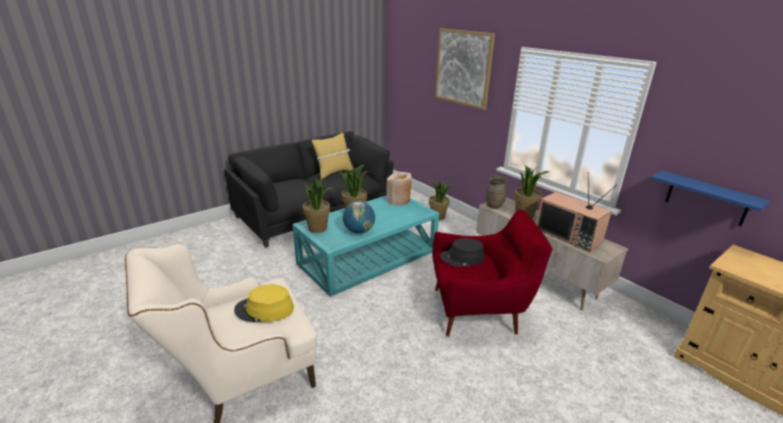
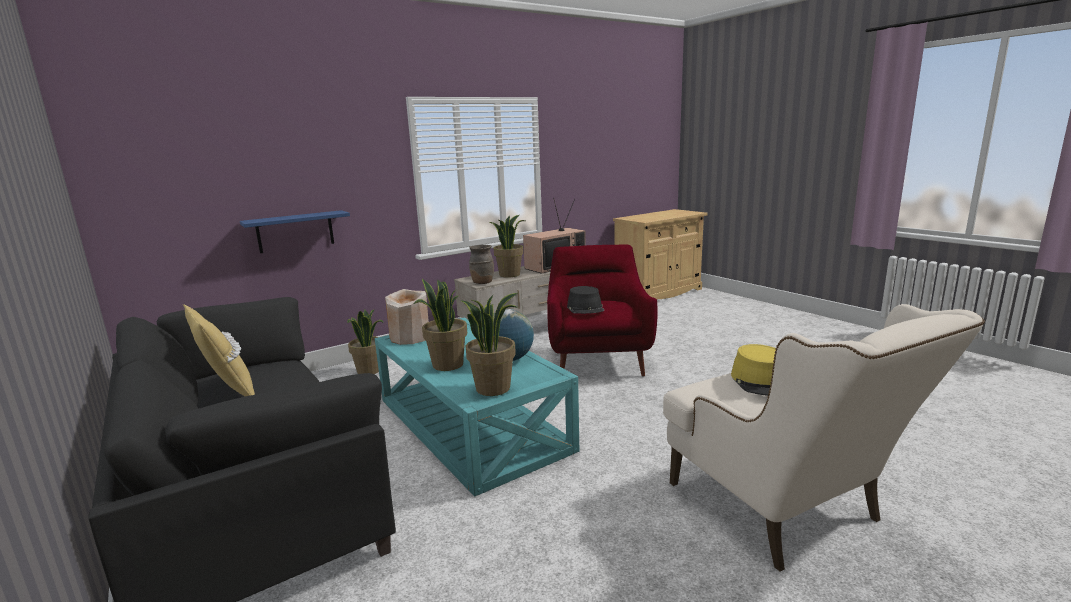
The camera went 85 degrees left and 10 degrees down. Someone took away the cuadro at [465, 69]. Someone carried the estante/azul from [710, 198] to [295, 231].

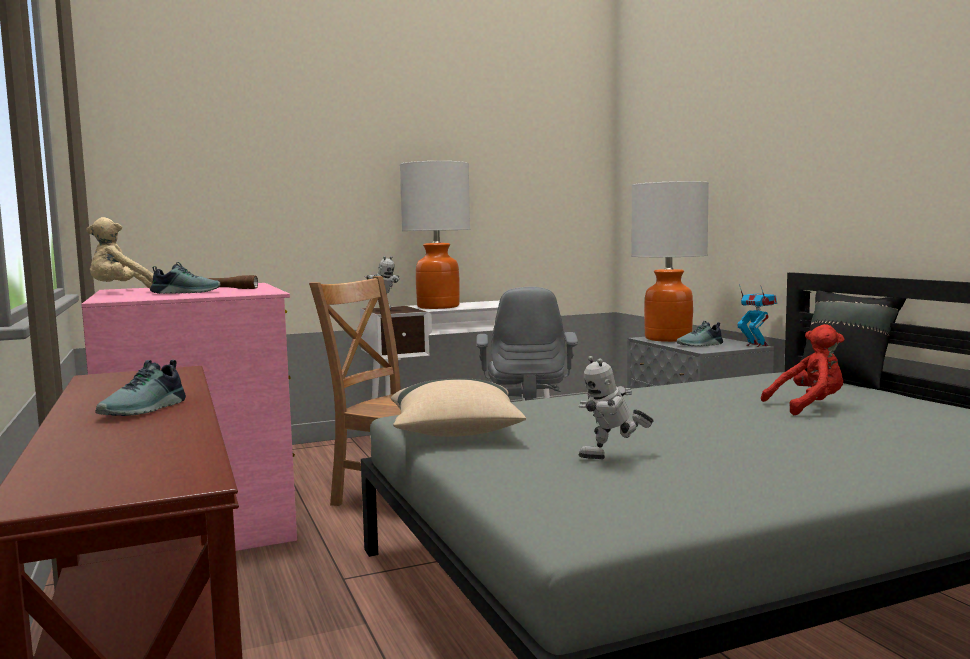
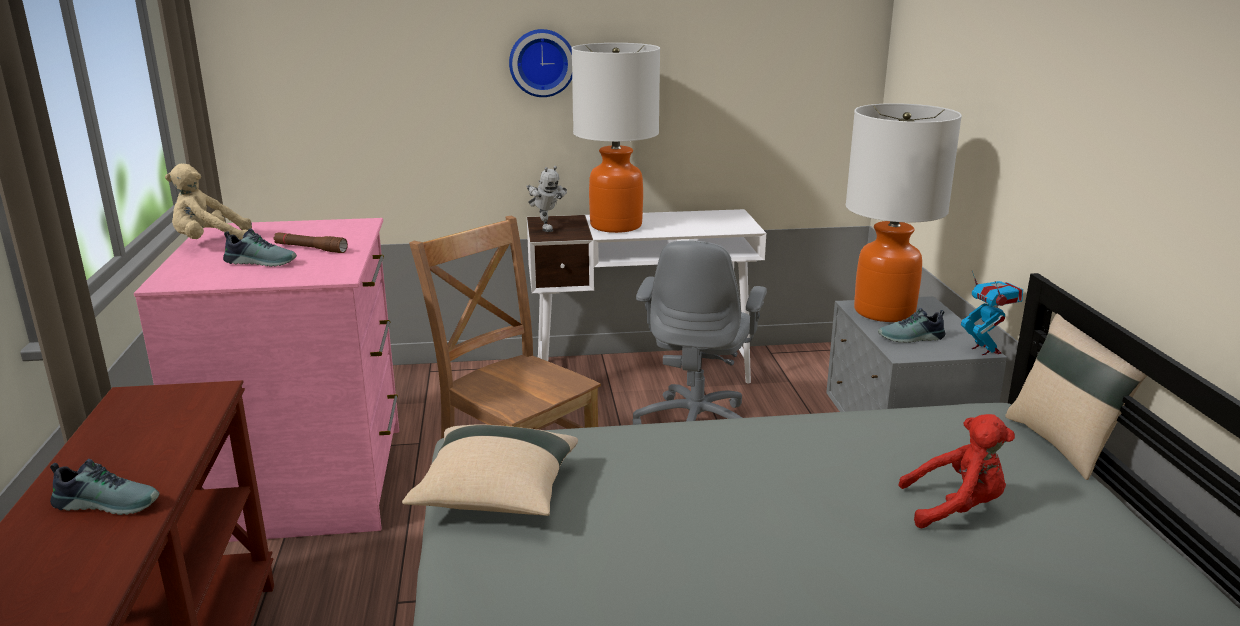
The camera went 15 degrees right and 15 degrees up. Someone rotated the zapato at [140, 388] by 120 degrees counterclockwise. Someone took away the robot de juguete at [616, 407]. Someone repainted the cojín/negro at [853, 340], which became the cojín/beis at [1076, 397]. Someone put up the reloj de pared at [540, 63].

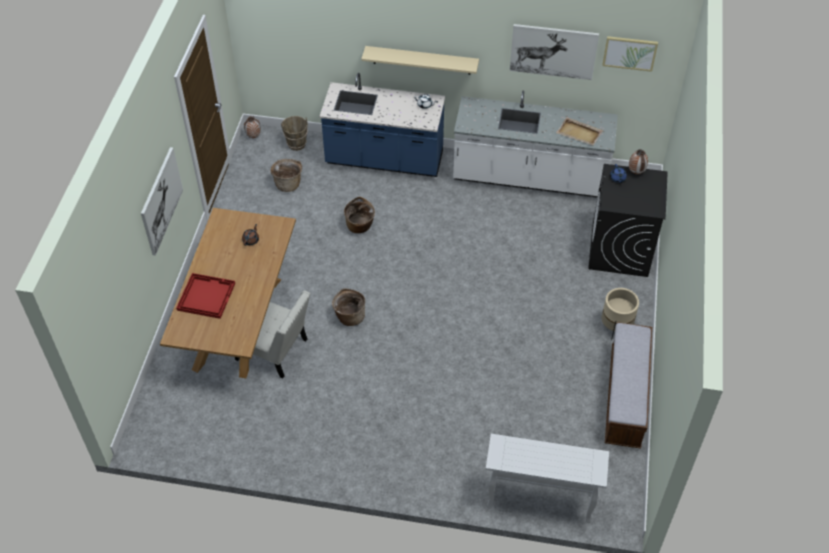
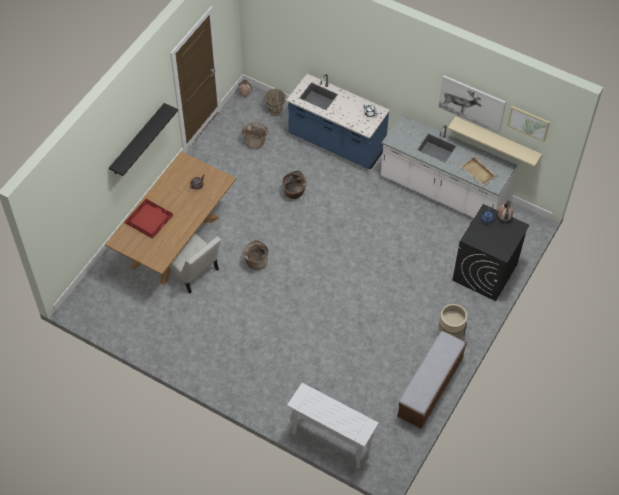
The camera went 20 degrees right and 5 degrees up. Someone swapped the cuadro at [162, 201] for the estante/negro at [143, 139]. Someone carried the estante/beis from [420, 60] to [495, 141].

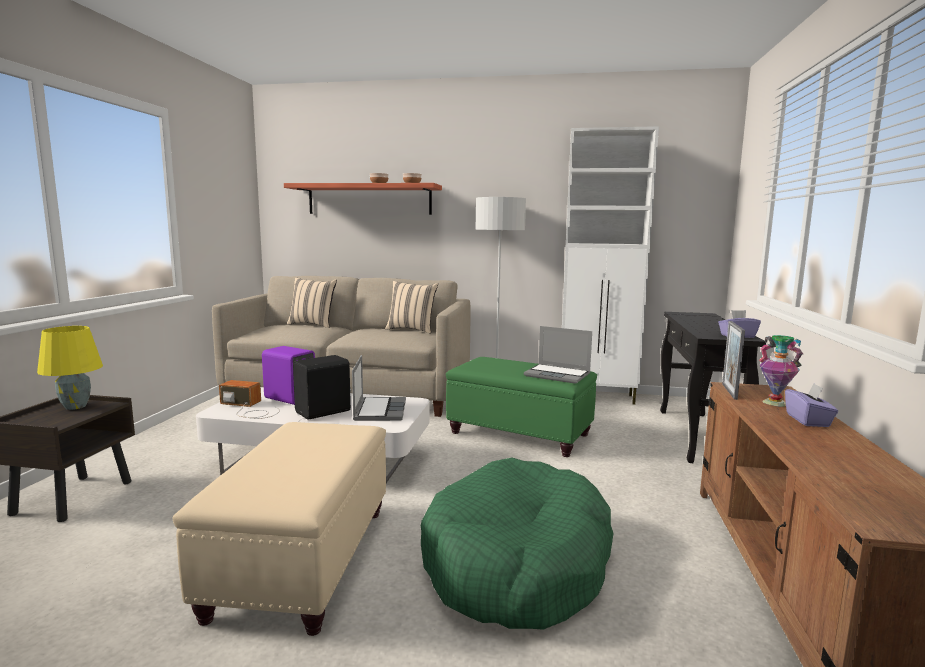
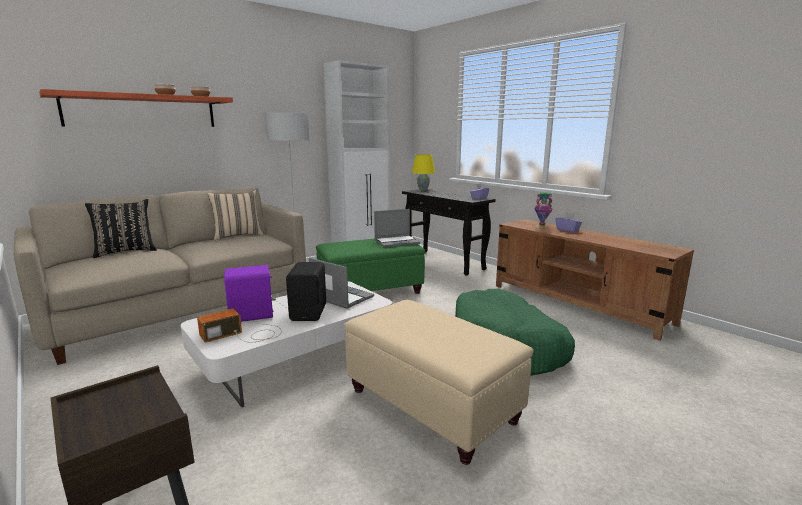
The camera went 50 degrees left and 5 degrees up. Someone carried the lámpara de mesa/amarillo from [70, 368] to [423, 172]. Someone repainted the cojín/beis at [312, 303], which became the cojín/negro at [121, 228]. Someone took away the portarretratos at [733, 360].

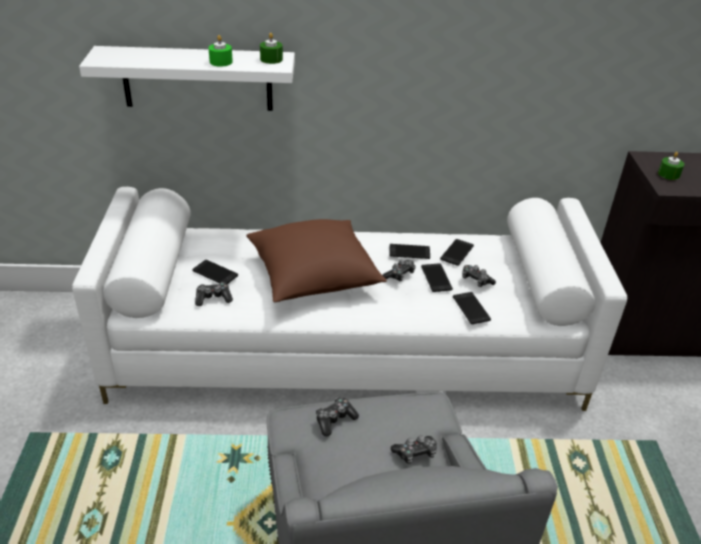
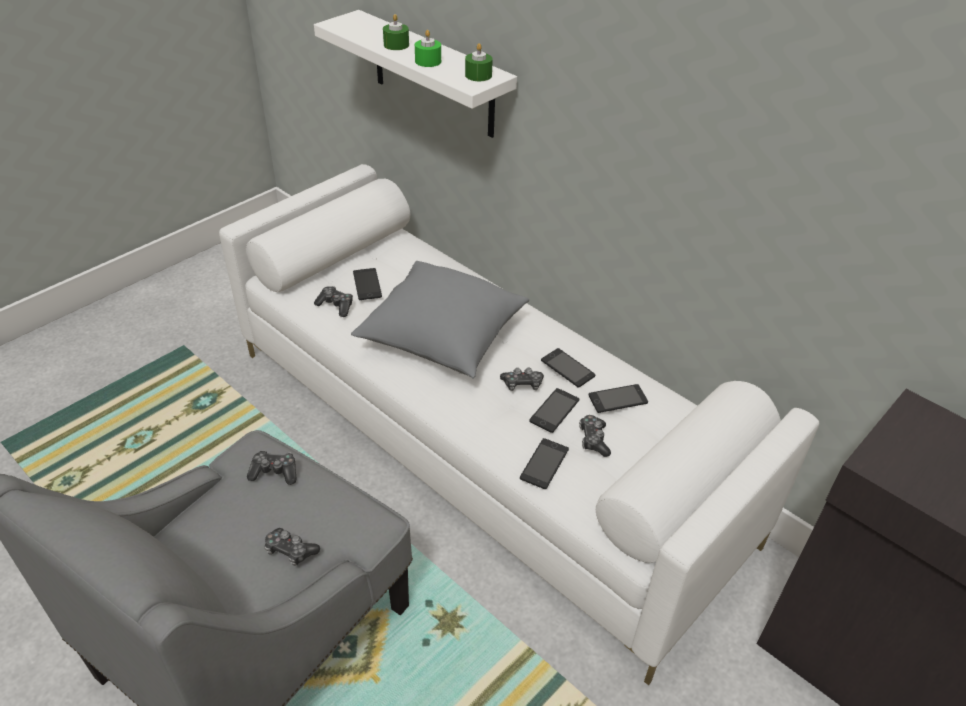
The camera went 45 degrees right and 5 degrees up. Someone repainted the cojín/marrón at [316, 260], which became the cojín/gris at [440, 320]. Someone carried the vela/verde from [671, 166] to [396, 32].

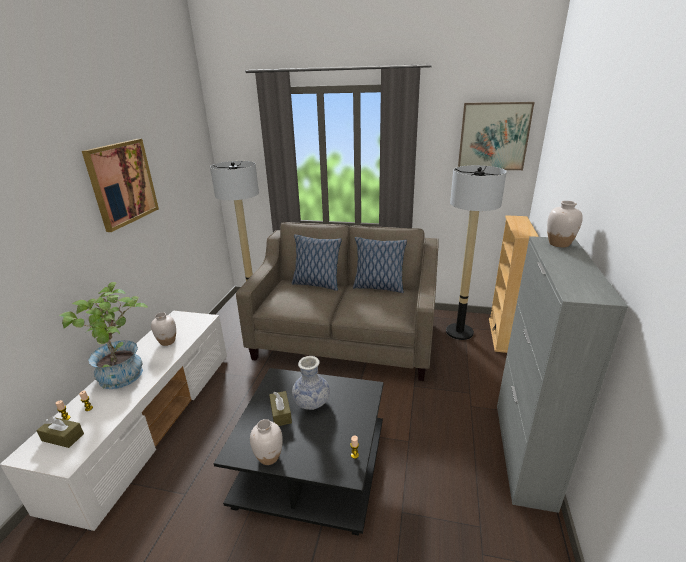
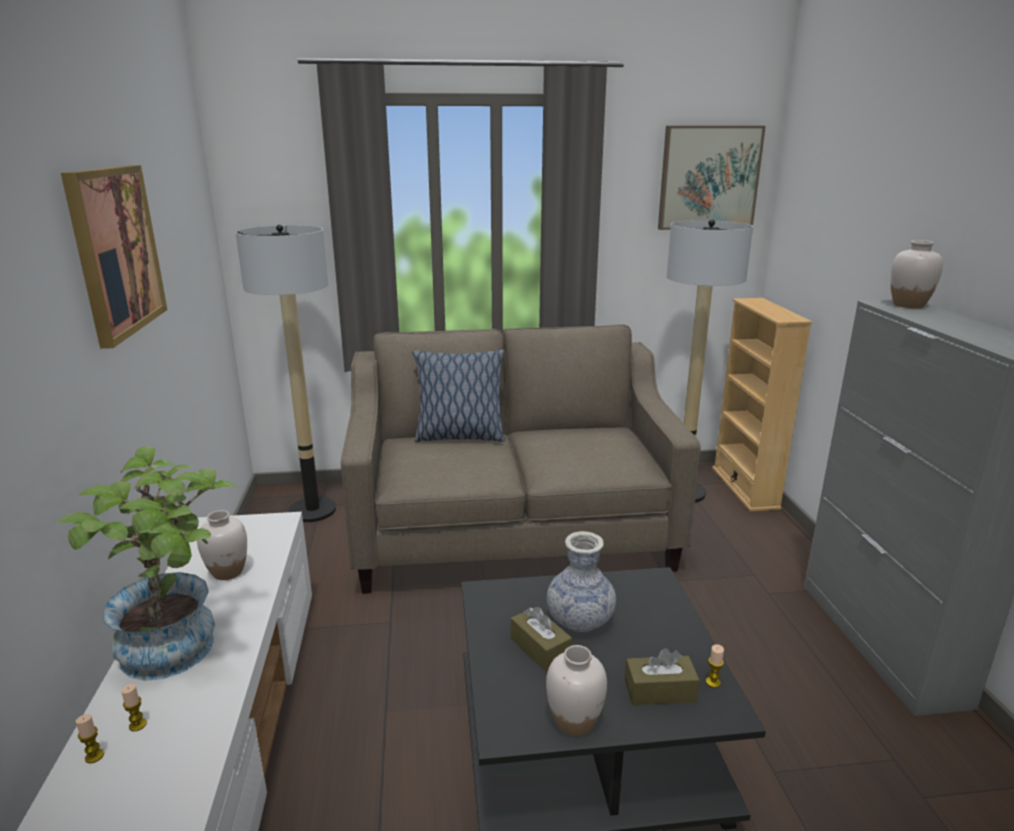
The camera went 20 degrees left and 5 degrees down. Someone carried the caja de pañuelos/marrón from [60, 432] to [662, 676]. Someone took away the cojín at [380, 265].

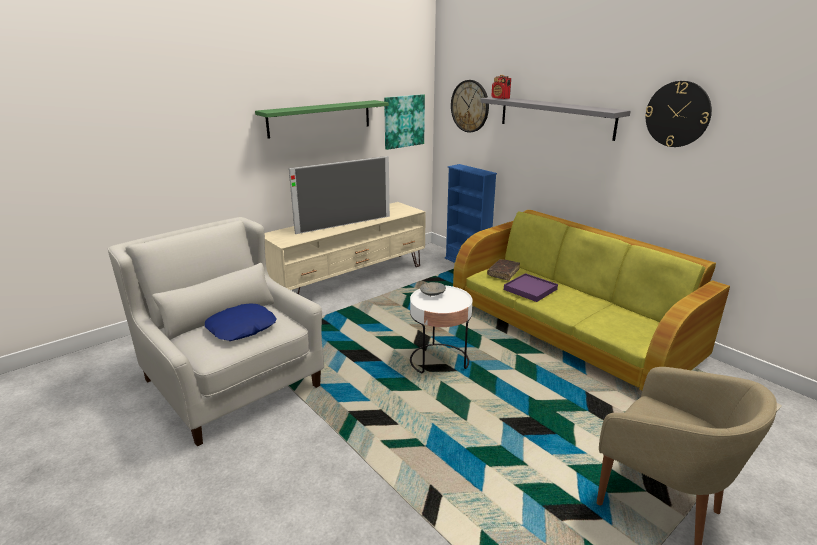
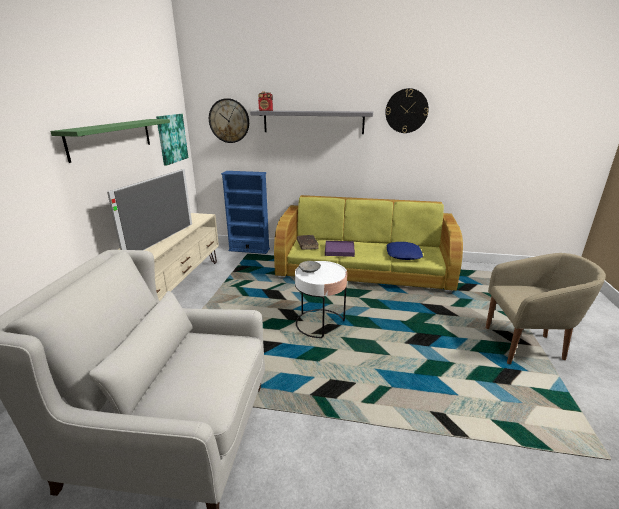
The camera went 40 degrees left and 0 degrees up. Someone carried the cojín/azul from [241, 322] to [405, 251].

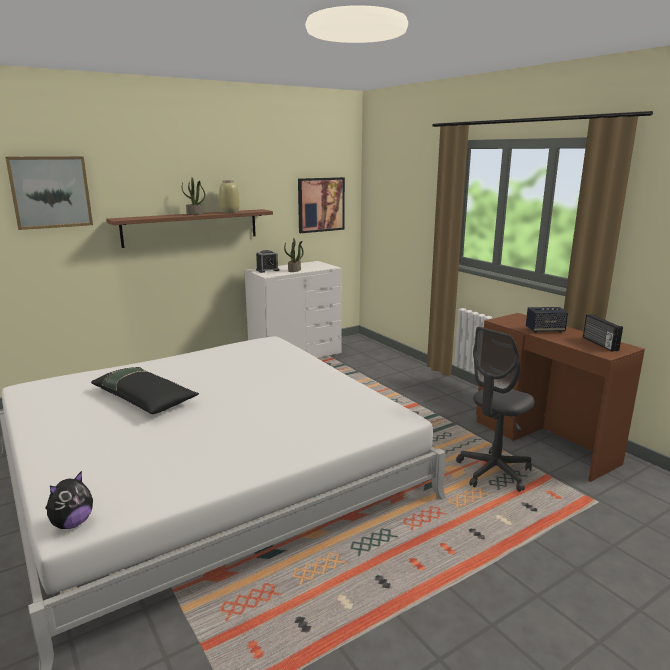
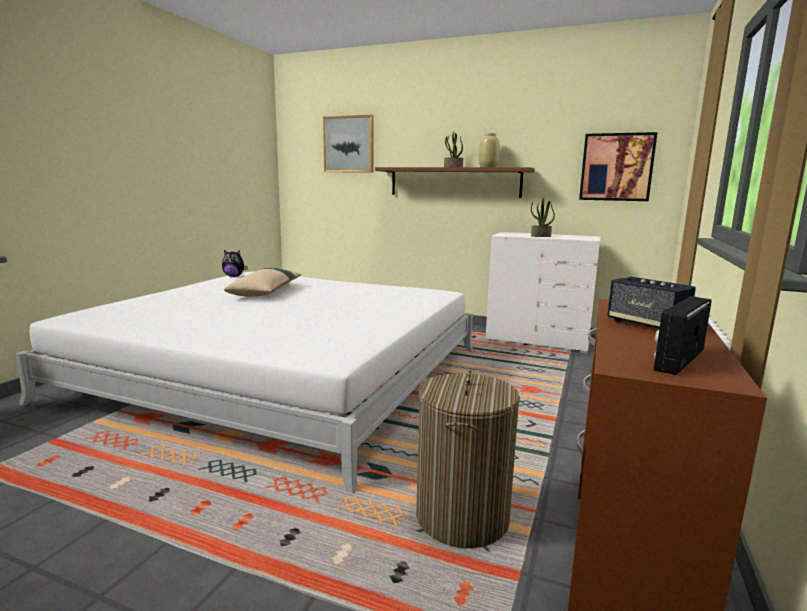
The camera went 55 degrees right and 5 degrees down. Someone carried the peluche from [69, 500] to [235, 263]. Someone repainted the cojín/negro at [145, 390], which became the cojín/beis at [262, 282]. Someone took away the despertador at [267, 261]. Someone swapped the silla de oficina/gris at [495, 409] for the cesto de la ropa at [468, 458].

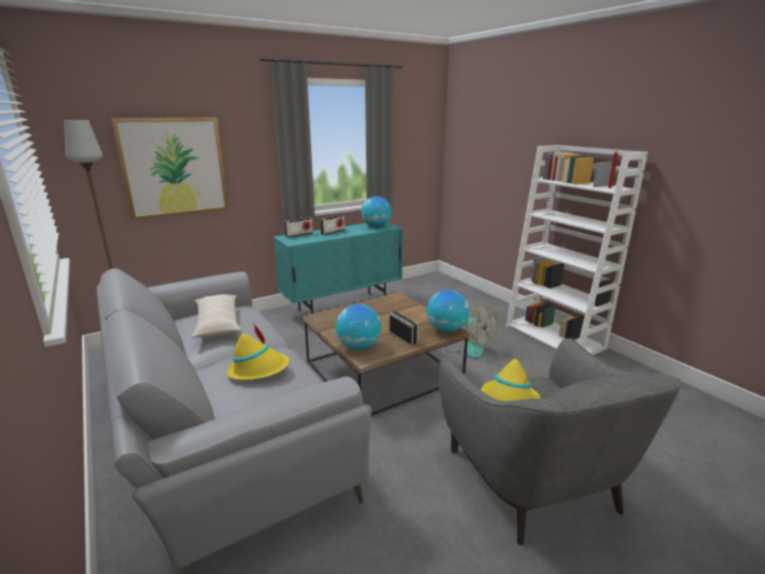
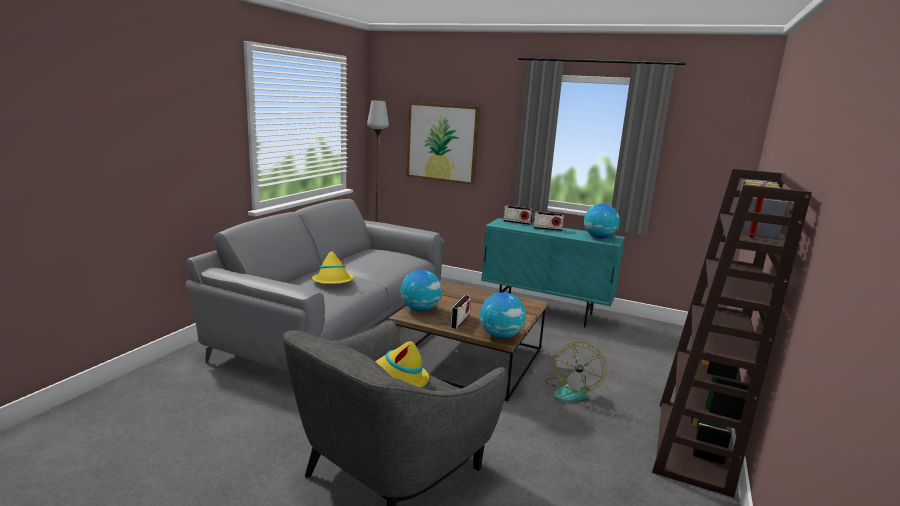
The camera went 55 degrees right and 5 degrees down. Someone took away the cojín/beis at [216, 316]. Someone repainted the estantería/blanco at [577, 250], which became the estantería/marrón at [732, 333].

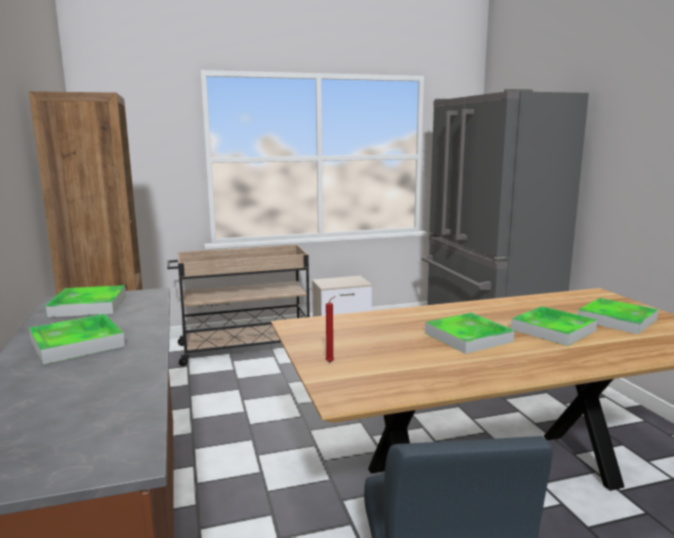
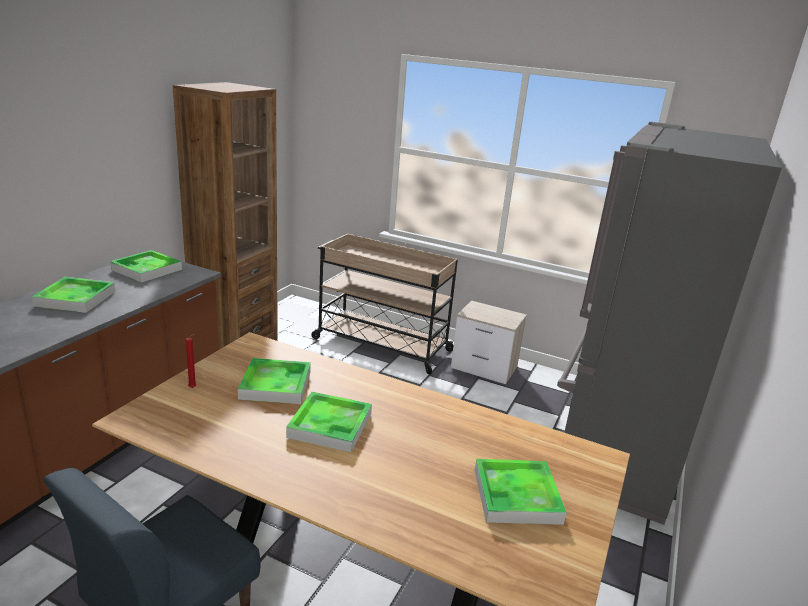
The camera went 40 degrees right and 10 degrees up. Someone carried the bandeja from [554, 326] to [274, 381].

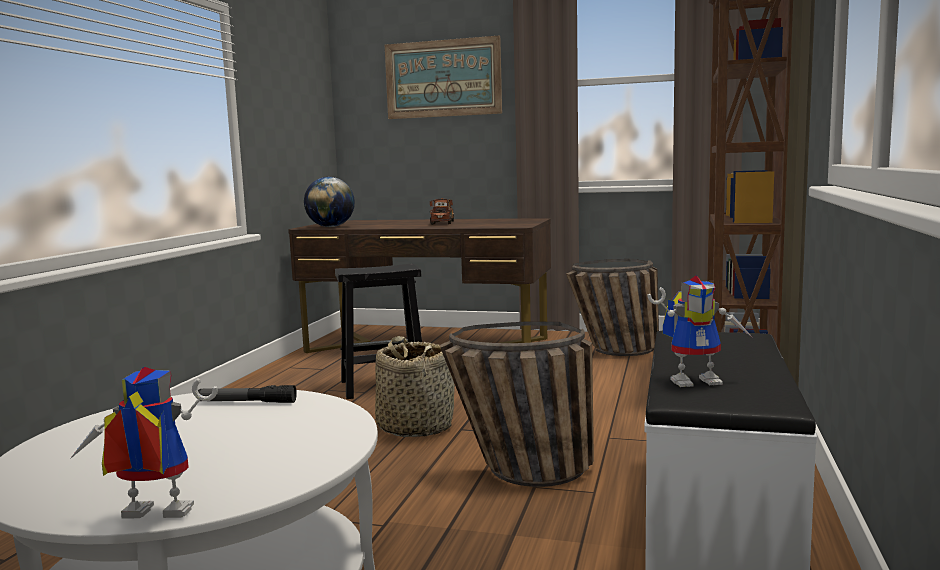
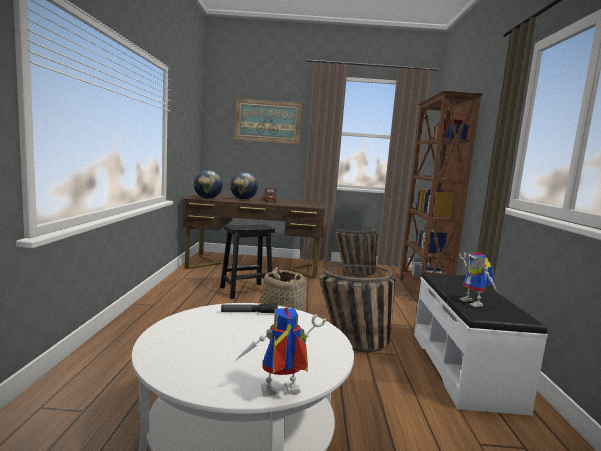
The camera went 15 degrees left and 0 degrees up. Someone rotated the robot de juguete at [700, 331] by 90 degrees clockwise. Someone put down the globo terráqueo at [244, 186].

